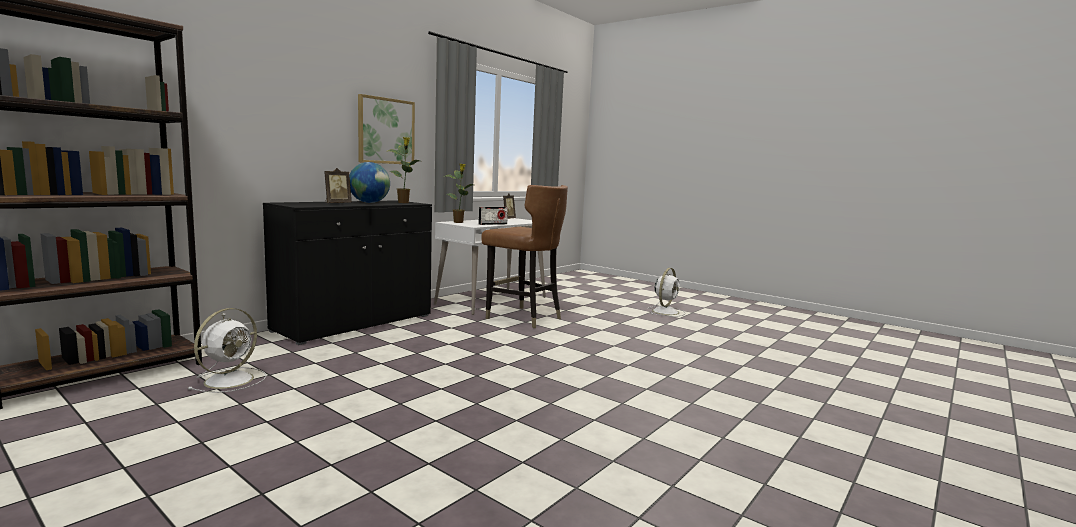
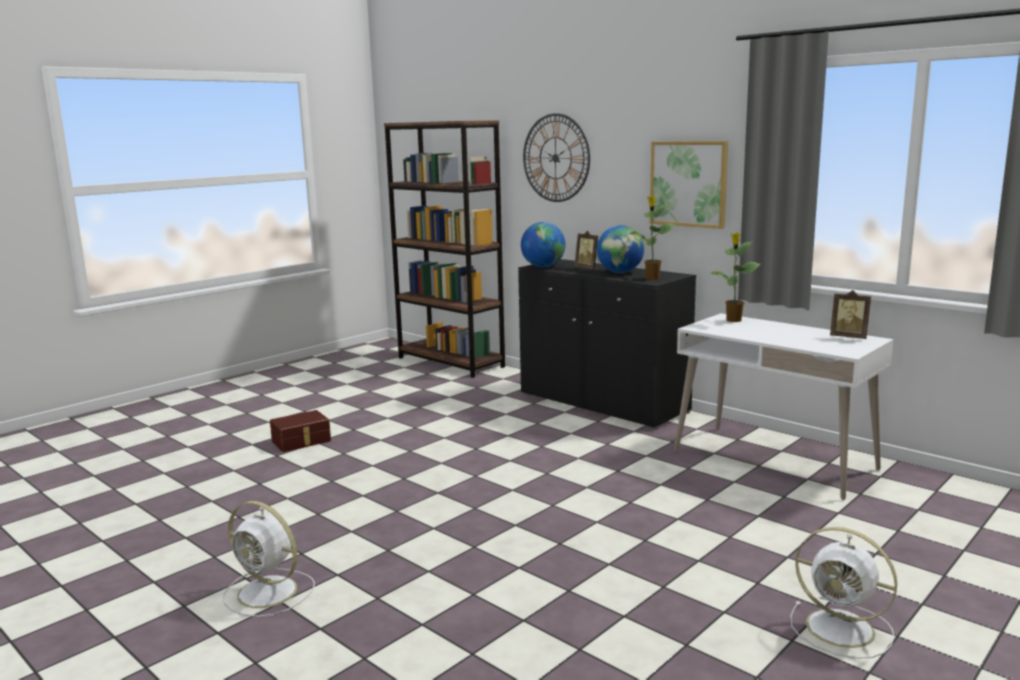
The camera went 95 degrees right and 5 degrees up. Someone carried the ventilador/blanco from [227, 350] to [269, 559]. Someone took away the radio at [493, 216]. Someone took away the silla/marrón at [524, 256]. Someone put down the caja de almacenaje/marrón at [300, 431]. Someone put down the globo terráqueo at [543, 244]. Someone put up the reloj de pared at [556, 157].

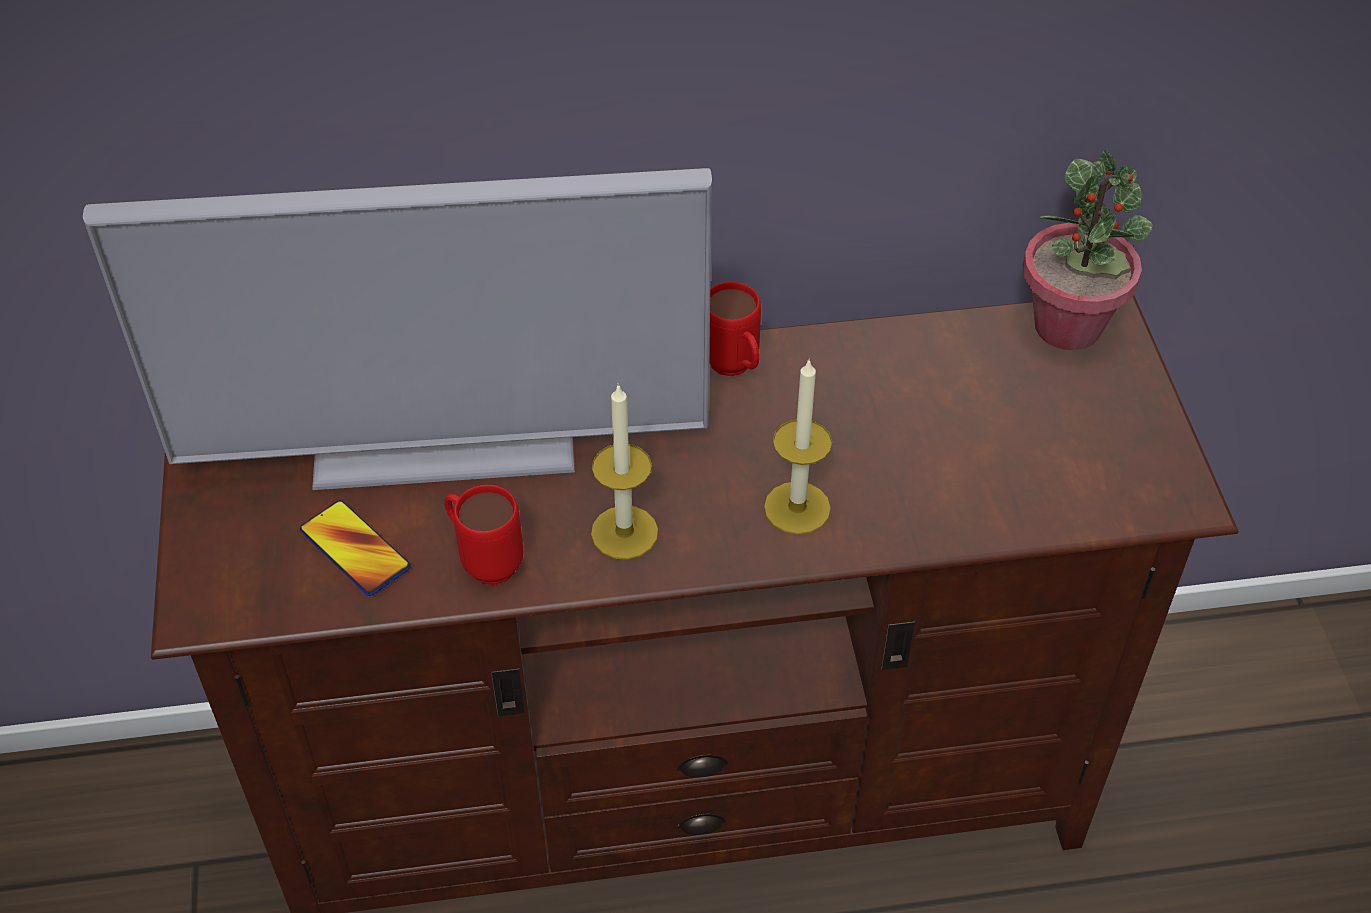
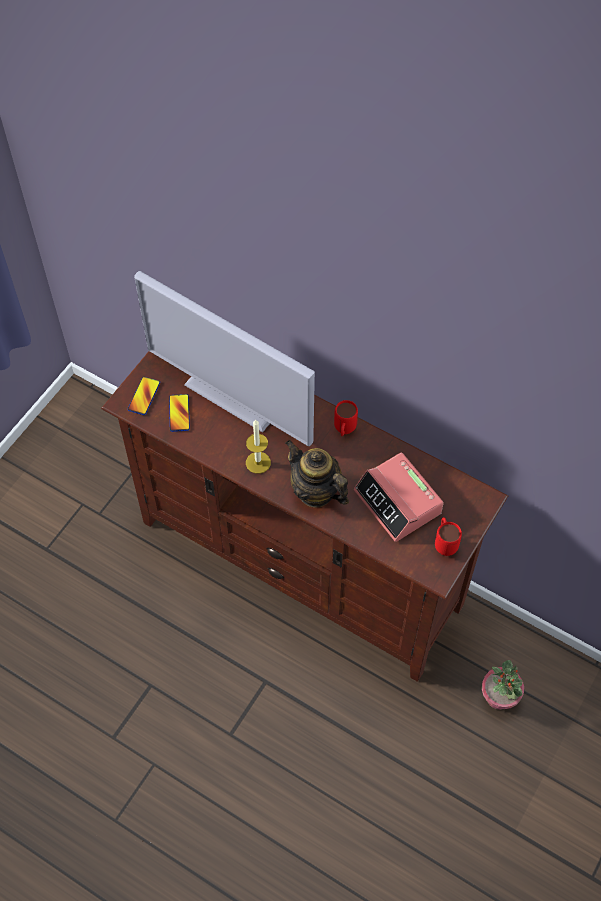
The camera went 40 degrees right and 10 degrees up. Someone carried the taza grande/rojo from [483, 535] to [448, 536]. Someone swapped the vela at [798, 446] for the tetera at [317, 473]. Someone carried the planta en maceta from [1088, 250] to [503, 685]. Someone put down the móvil at [144, 396]. Someone put down the despertador at [399, 497].

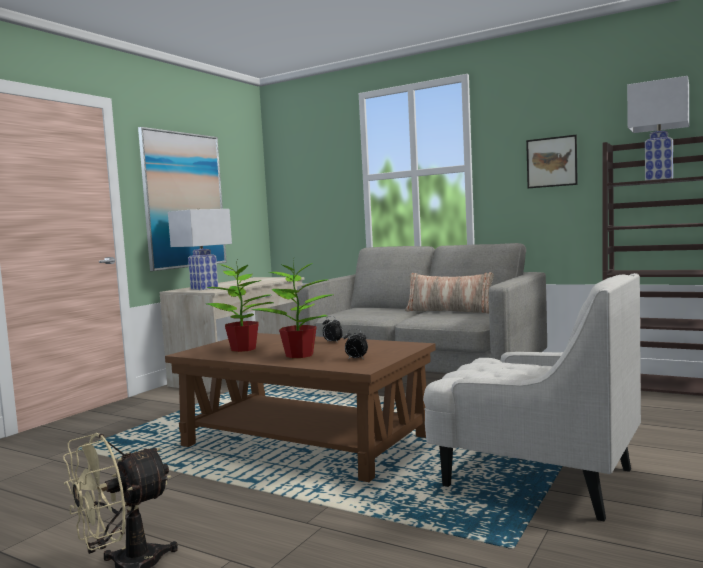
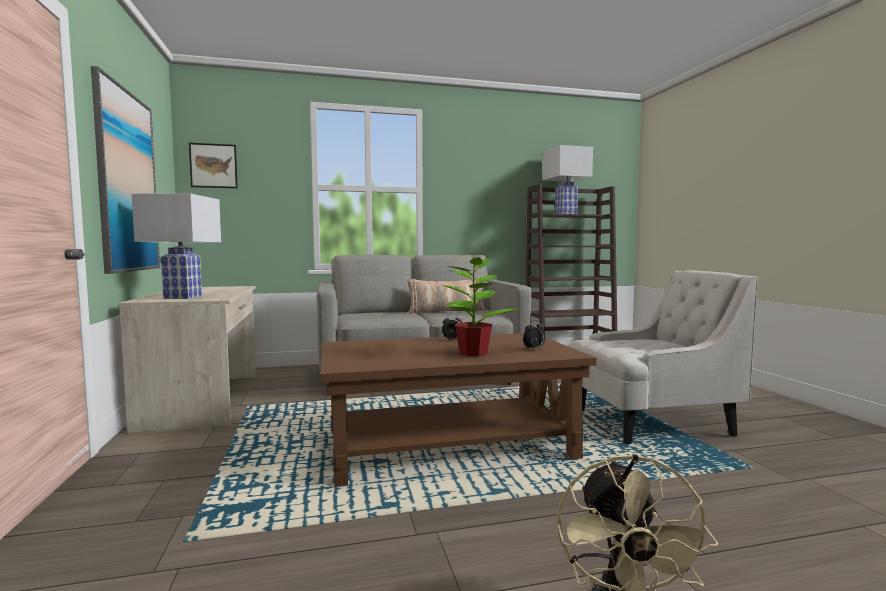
The camera went 45 degrees left and 0 degrees up. Someone took away the planta en maceta at [240, 308]. Someone carried the cuadro from [552, 161] to [213, 165].

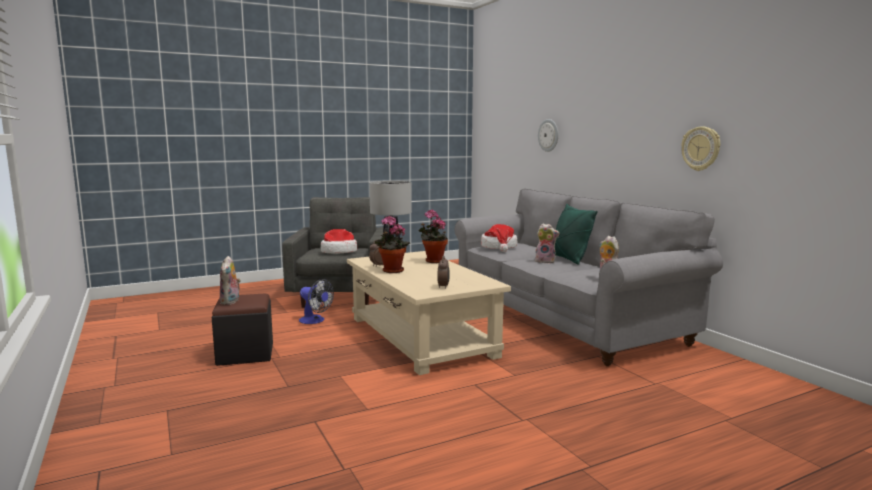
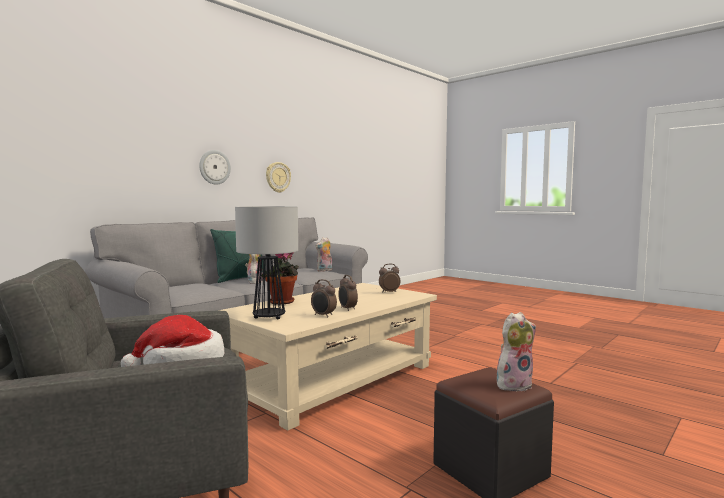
The camera went 110 degrees left and 5 degrees down. Someone took away the ventilador at [316, 301]. Someone swapped the planta en maceta at [392, 244] for the despertador at [348, 293]. Someone took away the sombrero at [499, 238]. Someone carried the reloj de pared from [548, 135] to [215, 167].

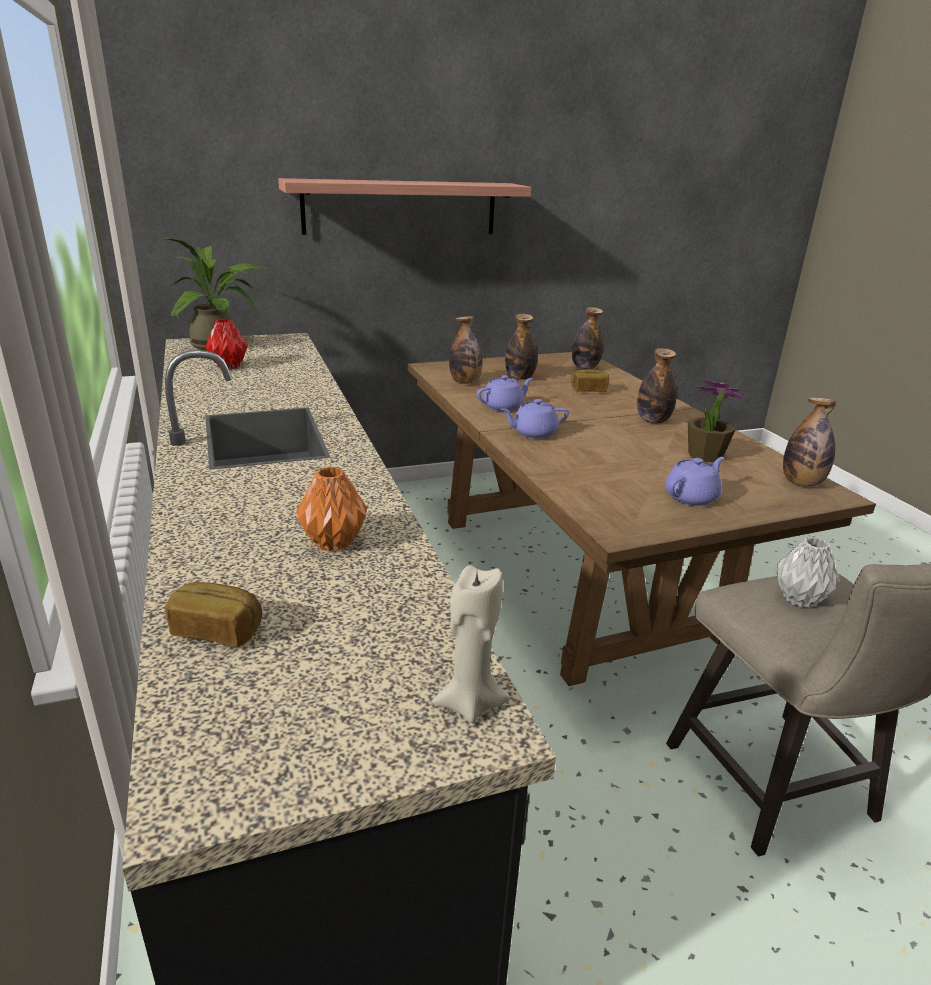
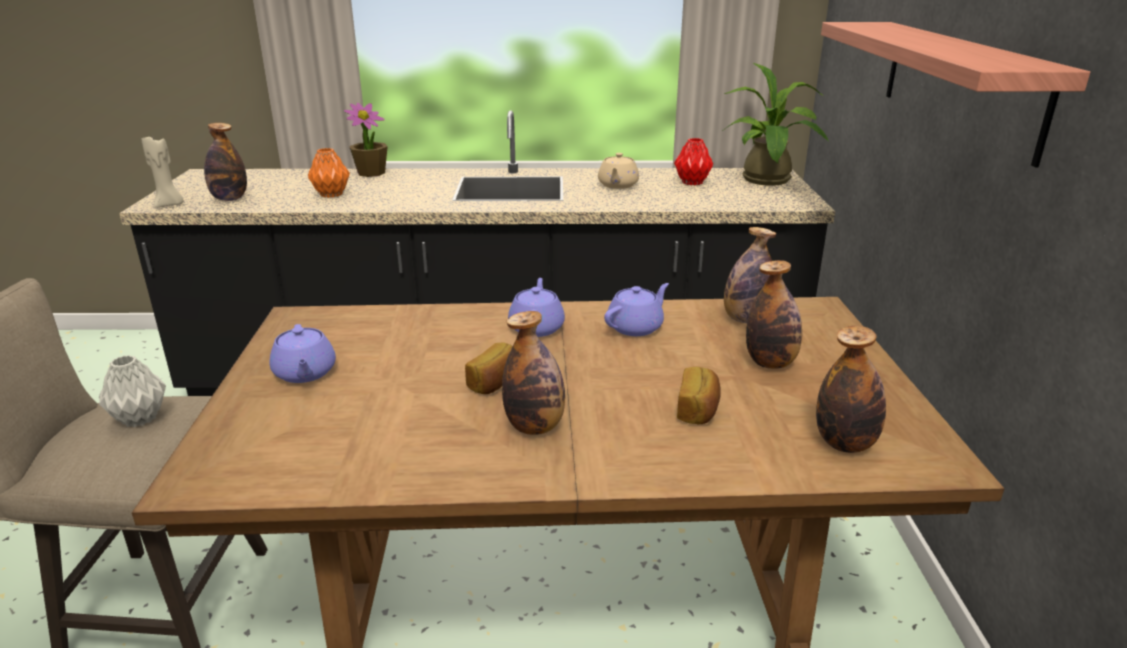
The camera went 110 degrees right and 0 degrees up. Someone carried the pan from [213, 614] to [489, 368]. Someone rotated the tetera/morado at [505, 393] by 120 degrees counterclockwise. Someone carried the planta en maceta from [715, 420] to [366, 140]. Someone carried the botella from [809, 442] to [225, 162]. Someone put down the tetera/beis at [618, 171].

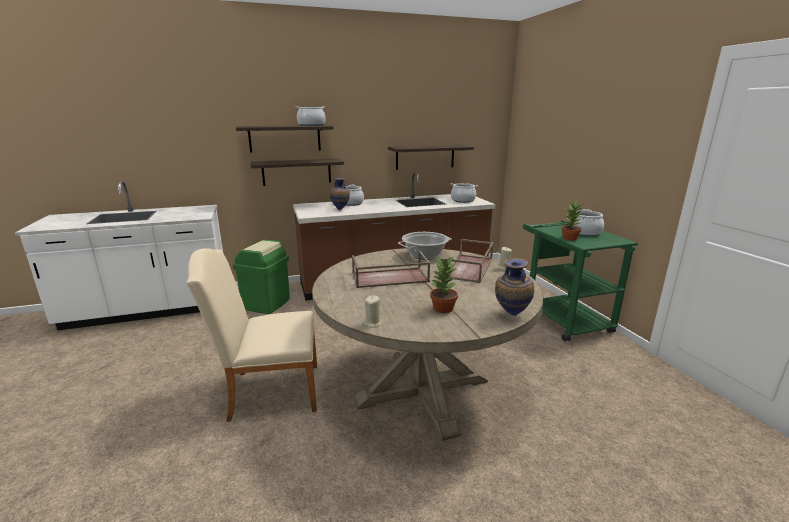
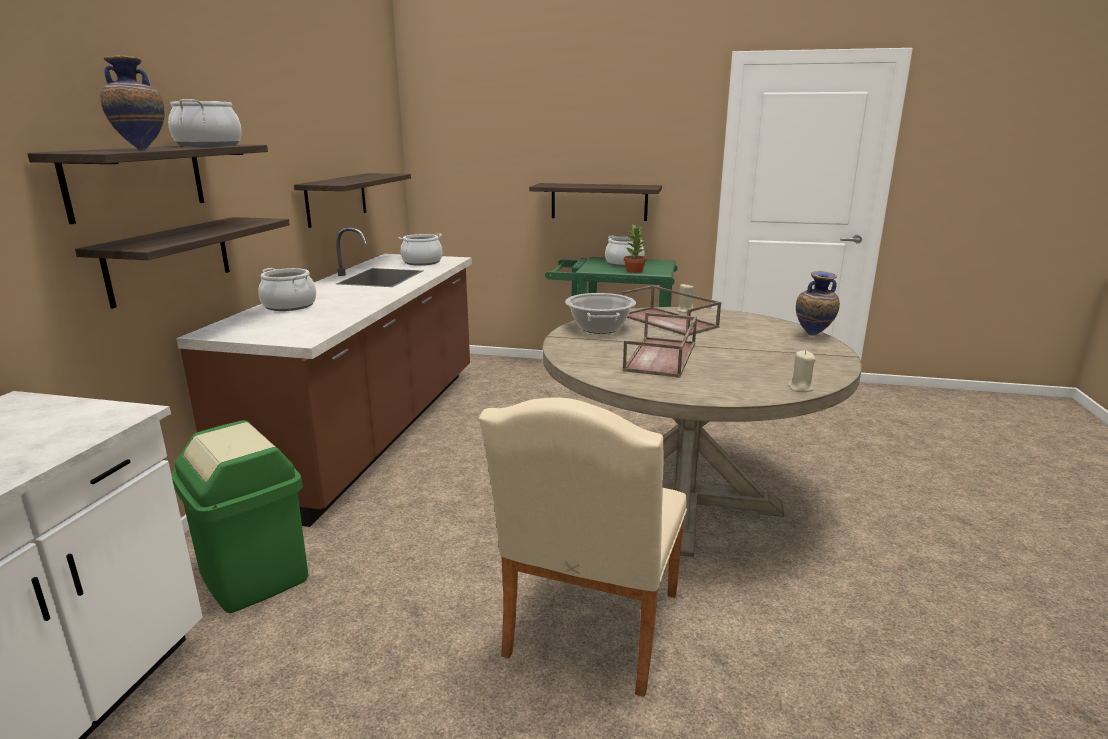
The camera went 60 degrees left and 0 degrees up. Someone carried the florero from [340, 194] to [132, 102]. Someone took away the planta en maceta at [444, 285]. Someone put up the estante at [595, 202].

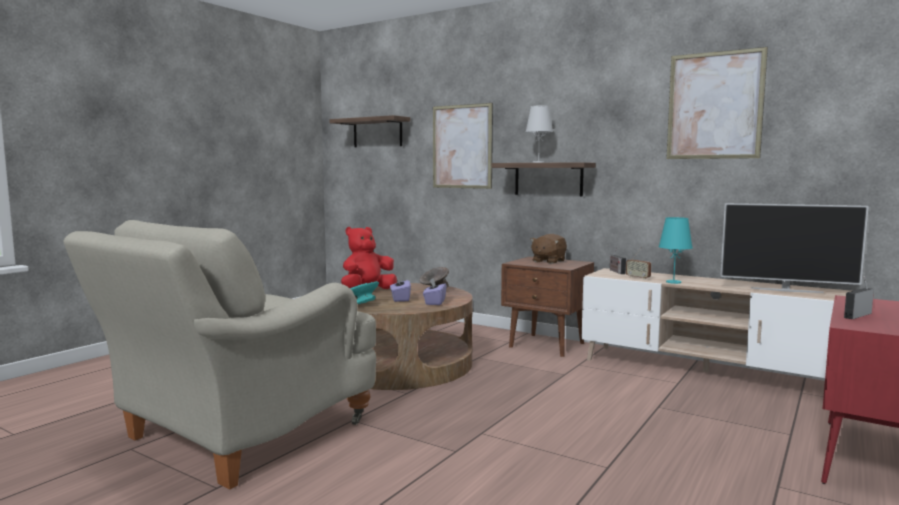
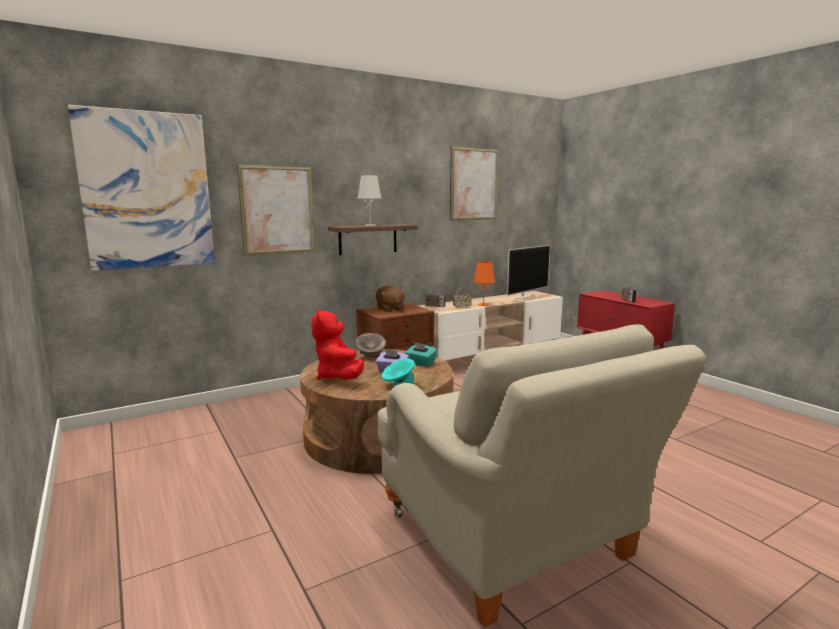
The camera went 65 degrees left and 5 degrees up. Someone swapped the estante at [369, 131] for the cuadro at [141, 188]. Someone repainted the caja de pañuelos/morado at [435, 291], which became the caja de pañuelos/turquesa at [421, 354]. Someone repainted the lámpara de mesa/turquesa at [676, 250], which became the lámpara de mesa/naranja at [484, 283].

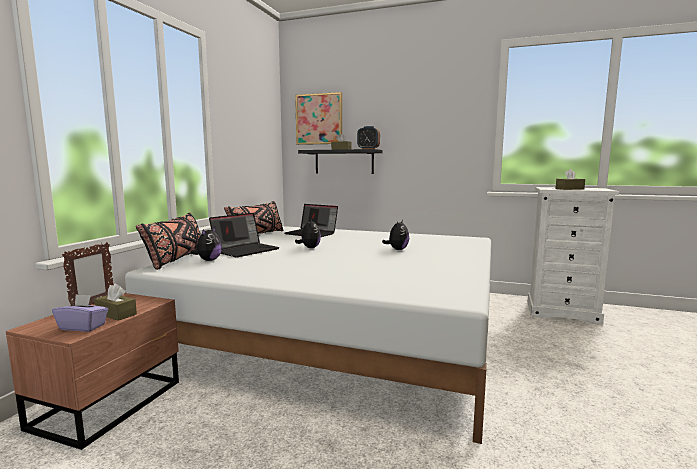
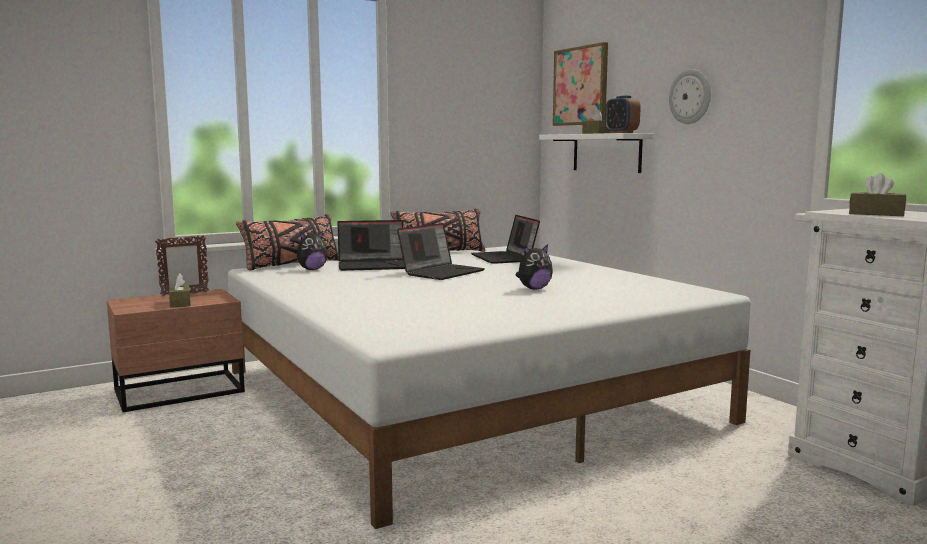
The camera went 40 degrees right and 0 degrees up. Someone took away the caja de pañuelos/morado at [80, 313]. Someone swapped the peluche at [308, 233] for the portátil at [441, 251]. Someone repainted the estante/negro at [340, 161], which became the estante/blanco at [596, 153]. Someone put up the reloj de pared at [690, 96].

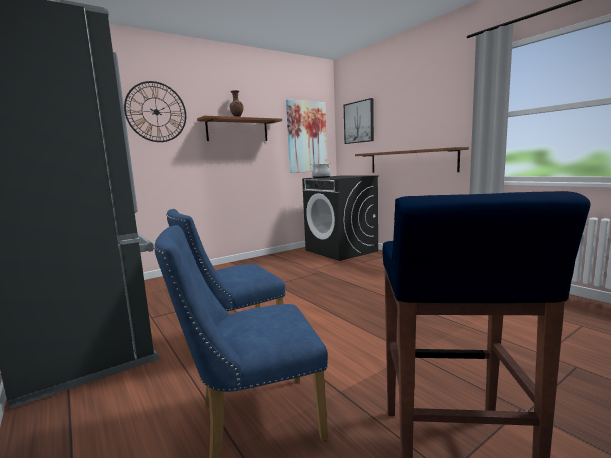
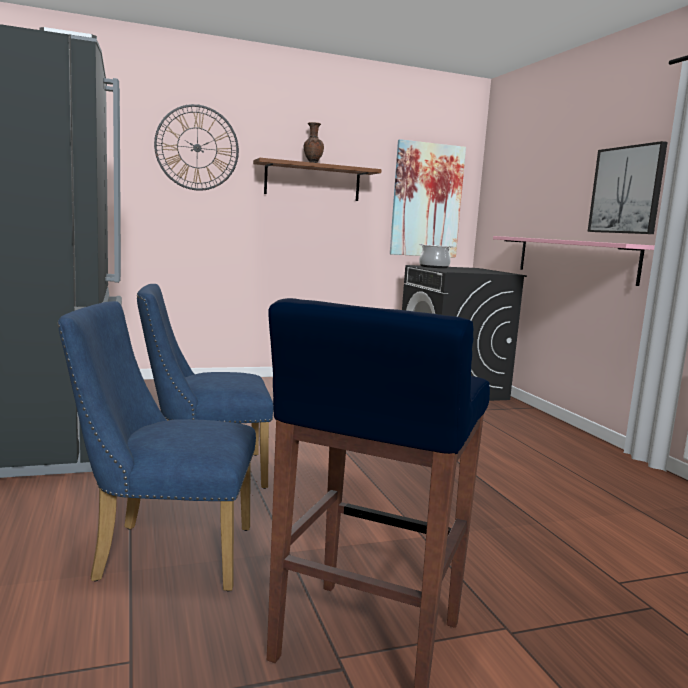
The camera went 15 degrees right and 0 degrees up. Someone carried the cuadro from [359, 121] to [628, 187]. Someone repainted the estante/marrón at [412, 160], which became the estante/rosa at [574, 261].

